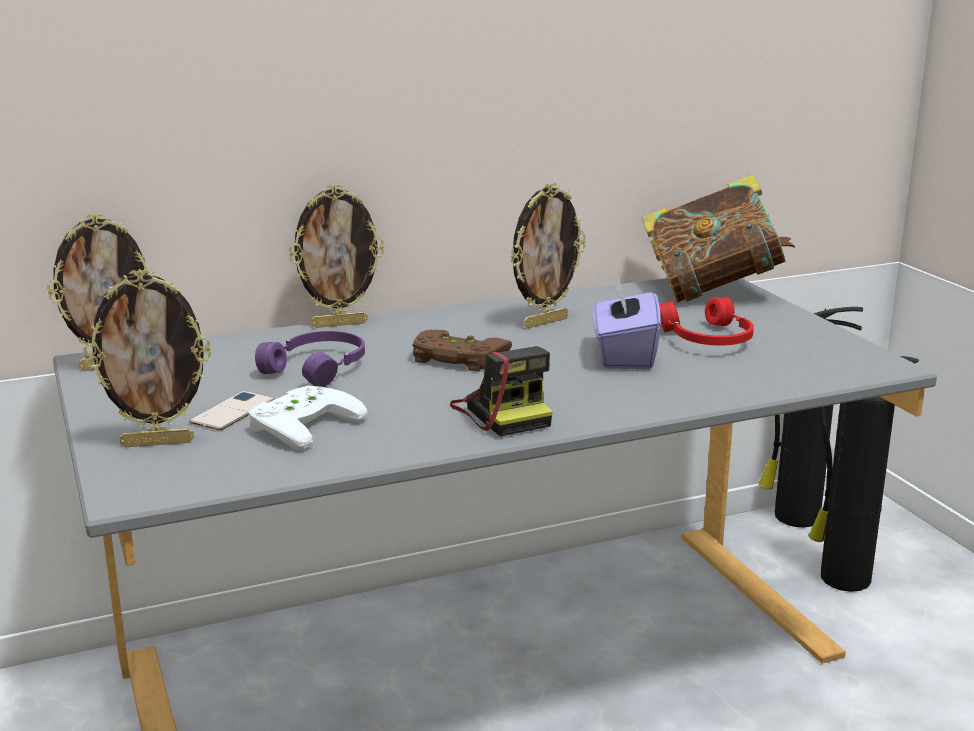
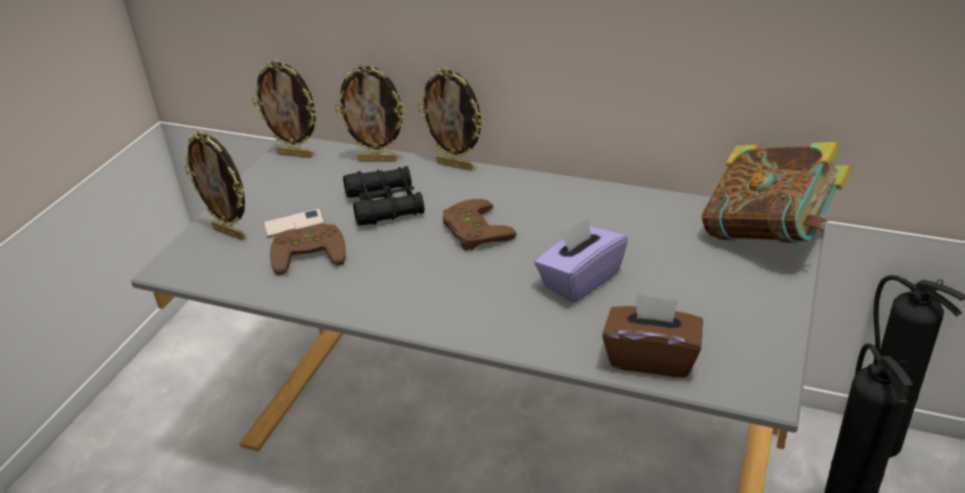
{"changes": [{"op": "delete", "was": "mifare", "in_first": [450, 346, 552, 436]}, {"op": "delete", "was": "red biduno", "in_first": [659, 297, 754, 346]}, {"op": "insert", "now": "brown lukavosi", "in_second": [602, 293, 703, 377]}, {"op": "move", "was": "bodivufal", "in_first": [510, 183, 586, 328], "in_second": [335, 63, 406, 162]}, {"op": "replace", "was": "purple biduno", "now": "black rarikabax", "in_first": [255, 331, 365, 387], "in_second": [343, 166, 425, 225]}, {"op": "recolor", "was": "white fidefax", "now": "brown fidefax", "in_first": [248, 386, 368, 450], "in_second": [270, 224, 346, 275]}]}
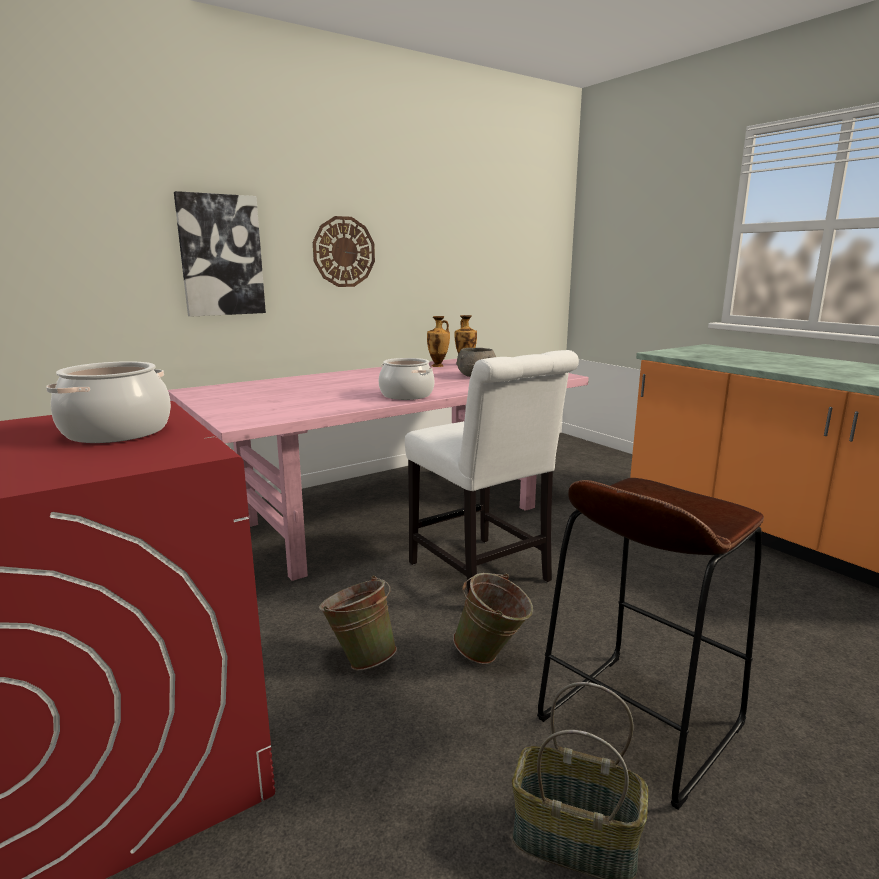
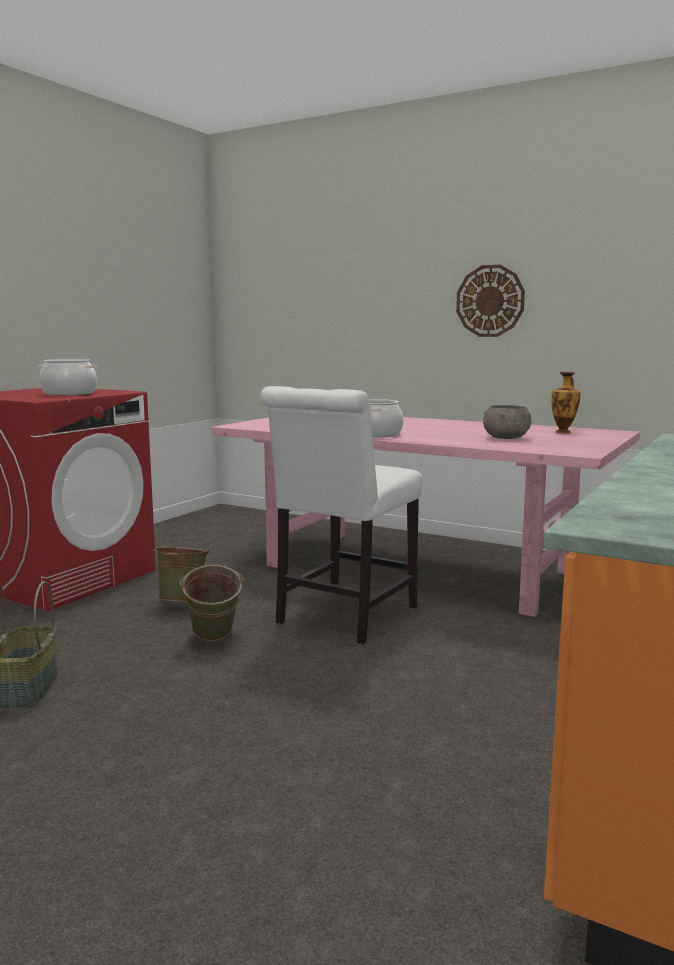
{"changes": [{"op": "delete", "was": "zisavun", "in_first": [174, 191, 266, 317]}, {"op": "delete", "was": "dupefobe", "in_first": [427, 316, 450, 367]}, {"op": "delete", "was": "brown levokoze", "in_first": [537, 478, 764, 810]}]}
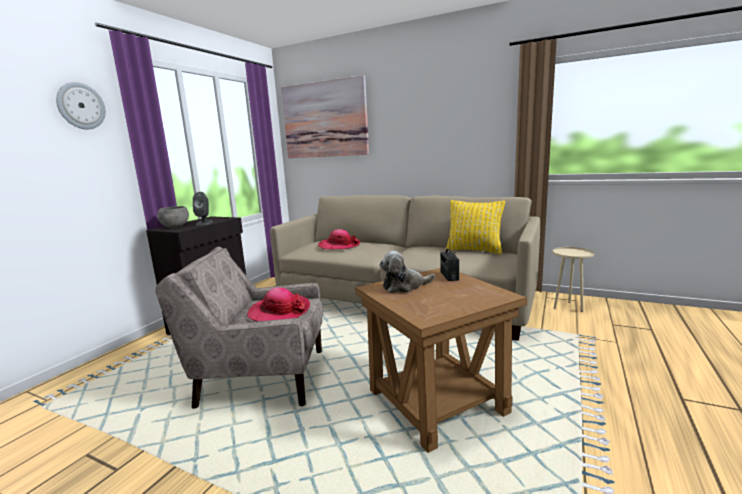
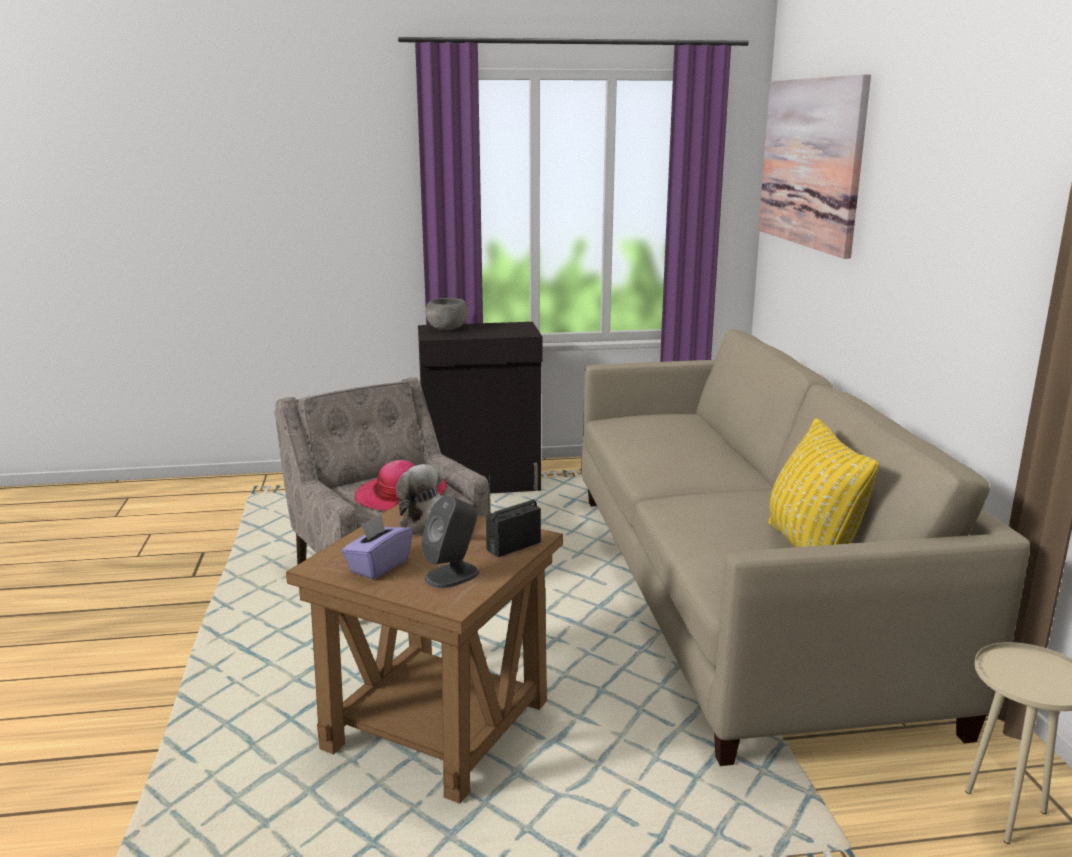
{"changes": [{"op": "delete", "was": "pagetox", "in_first": [56, 82, 106, 129]}, {"op": "delete", "was": "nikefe", "in_first": [318, 229, 360, 250]}, {"op": "insert", "now": "purple lukavosi", "in_second": [342, 515, 413, 579]}, {"op": "move", "was": "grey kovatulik", "in_first": [193, 192, 213, 226], "in_second": [421, 495, 479, 588]}]}
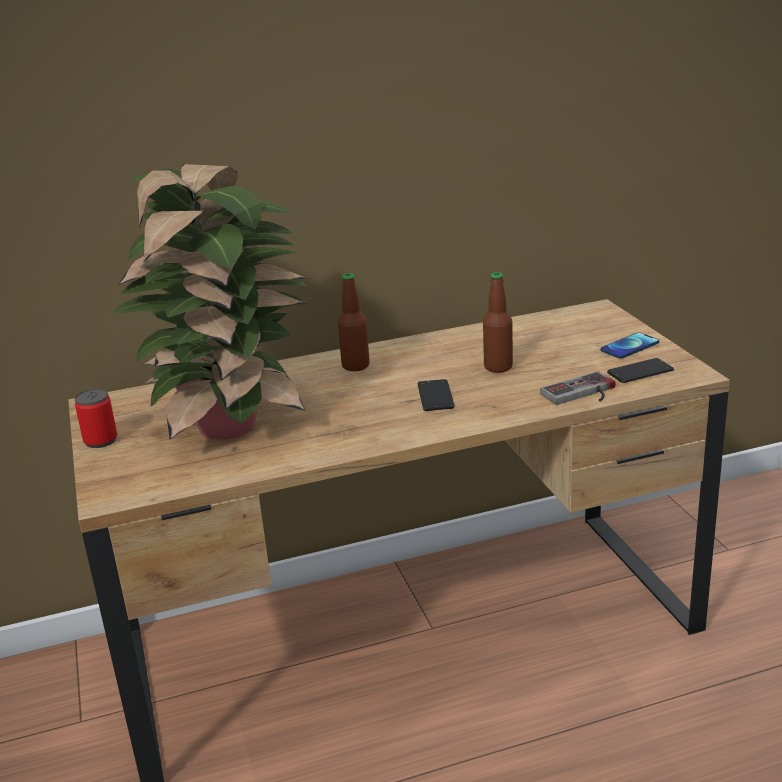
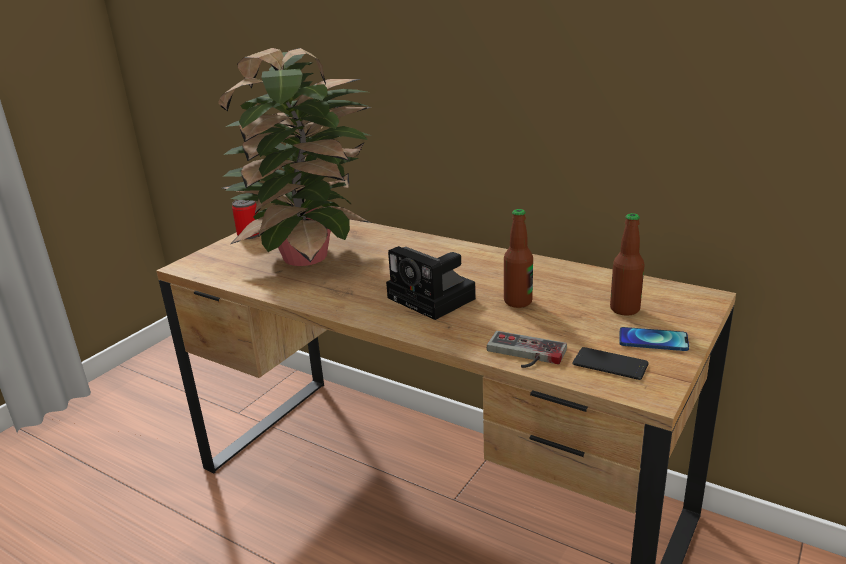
{"changes": [{"op": "move", "was": "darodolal", "in_first": [338, 273, 370, 371], "in_second": [610, 213, 645, 316]}, {"op": "replace", "was": "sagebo", "now": "mifare", "in_first": [418, 379, 455, 411], "in_second": [386, 246, 476, 320]}]}
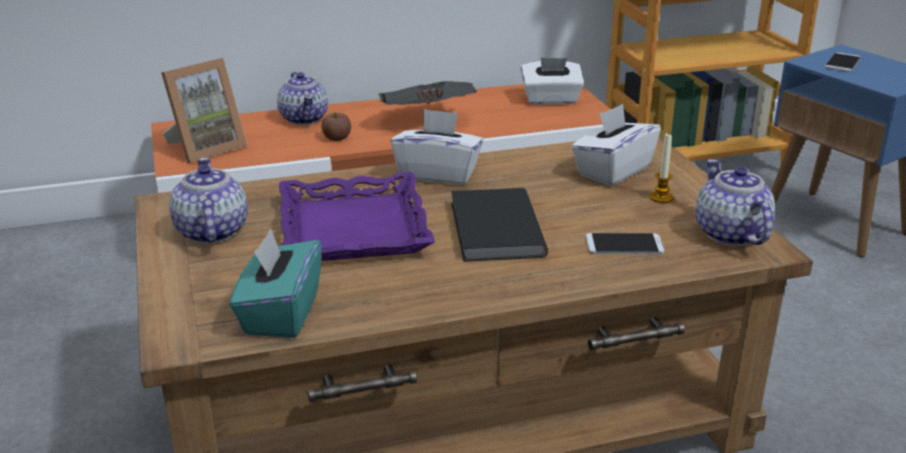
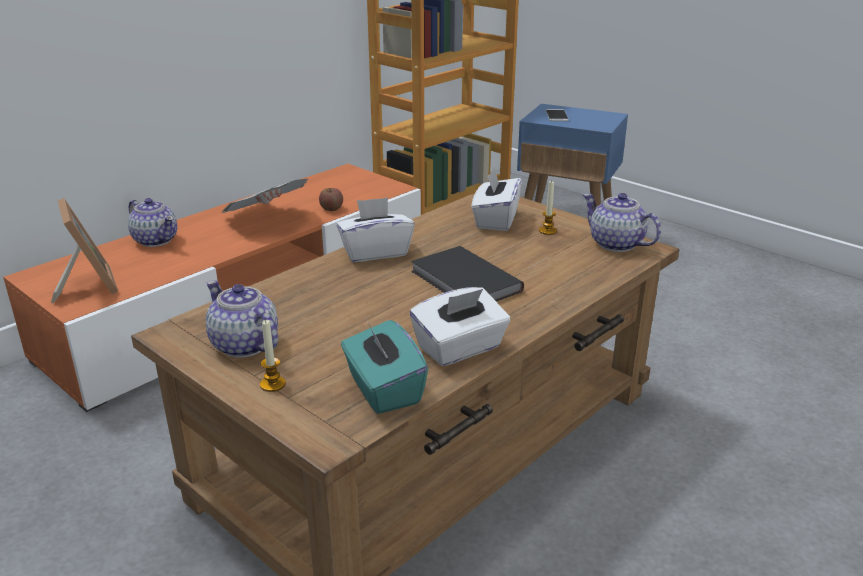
{"changes": [{"op": "delete", "was": "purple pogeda", "in_first": [279, 172, 435, 261]}, {"op": "delete", "was": "sagebo", "in_first": [586, 233, 665, 254]}, {"op": "insert", "now": "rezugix", "in_second": [260, 319, 286, 392]}, {"op": "move", "was": "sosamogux", "in_first": [321, 113, 351, 141], "in_second": [319, 188, 343, 211]}, {"op": "move", "was": "white lukavosi", "in_first": [521, 58, 584, 105], "in_second": [410, 287, 510, 366]}, {"op": "rotate", "was": "bodivufal", "in_first": [161, 58, 247, 163], "in_second": [51, 198, 118, 303], "clockwise": -45}]}
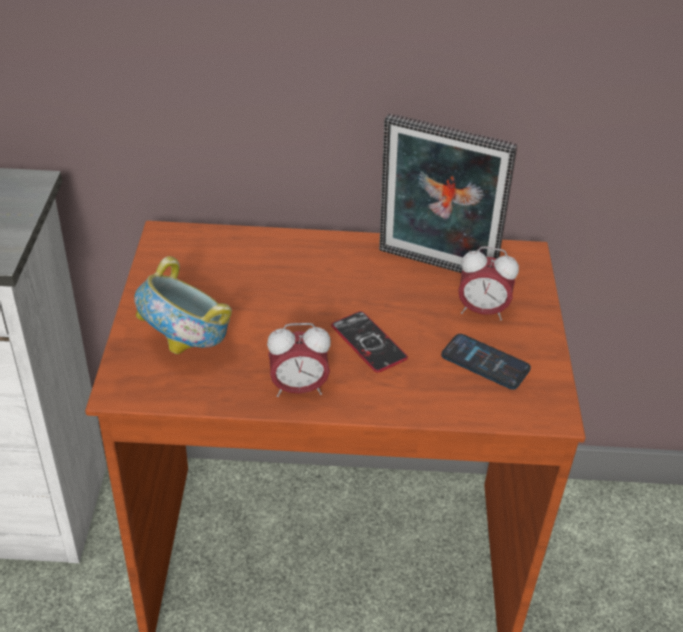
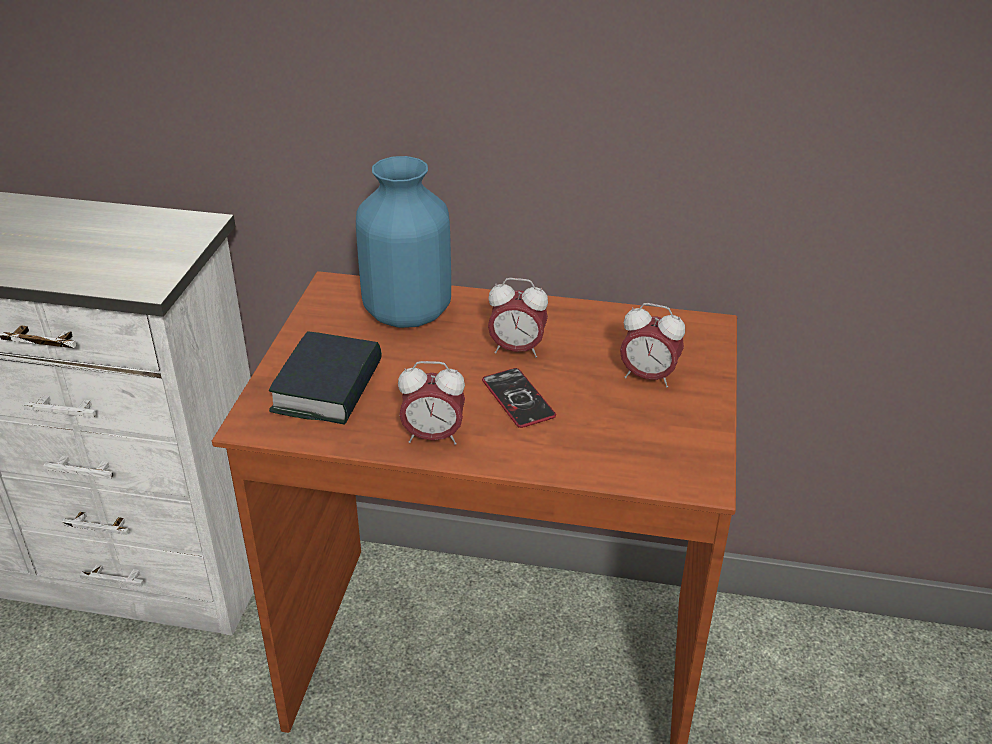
{"changes": [{"op": "delete", "was": "bodivufal", "in_first": [379, 113, 517, 273]}, {"op": "delete", "was": "sagebo", "in_first": [441, 334, 531, 390]}, {"op": "insert", "now": "blue dupefobe", "in_second": [356, 156, 451, 328]}, {"op": "insert", "now": "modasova", "in_second": [488, 278, 548, 358]}, {"op": "replace", "was": "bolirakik", "now": "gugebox", "in_first": [134, 256, 232, 354], "in_second": [269, 331, 382, 425]}]}
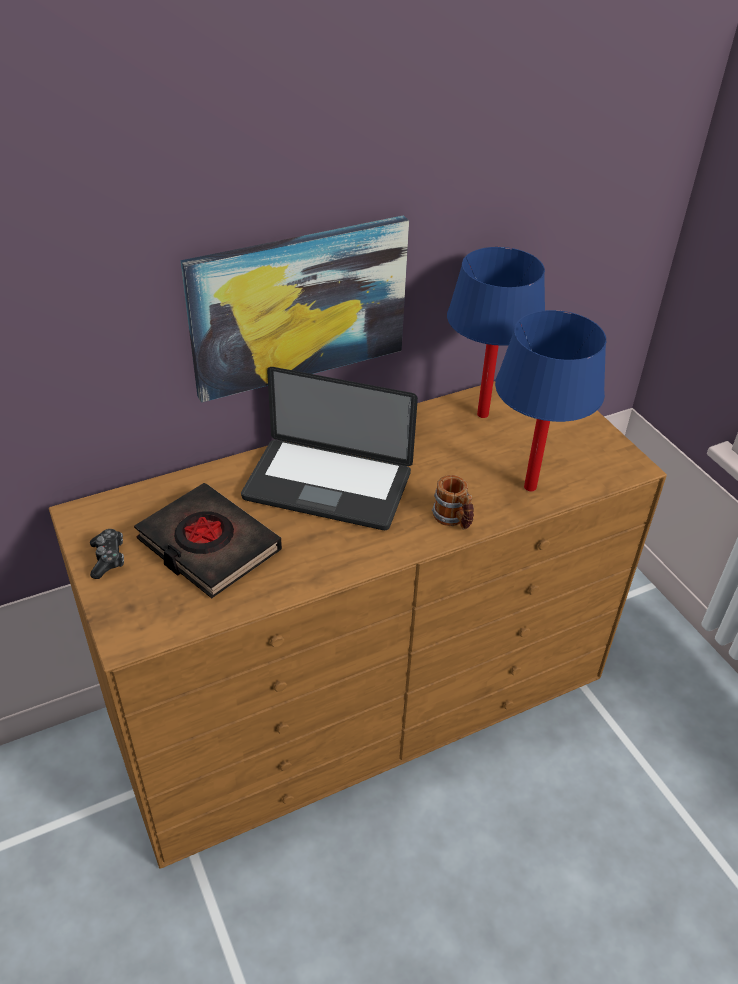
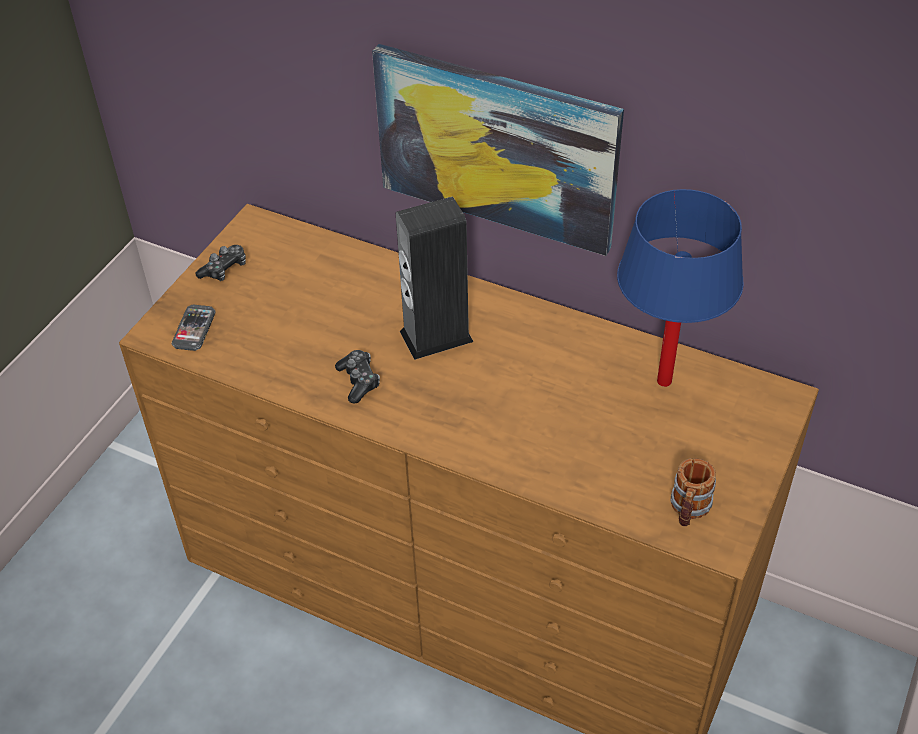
{"changes": [{"op": "delete", "was": "black gugebox", "in_first": [134, 483, 282, 598]}, {"op": "delete", "was": "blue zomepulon", "in_first": [495, 310, 606, 492]}, {"op": "insert", "now": "sagebo", "in_second": [172, 305, 216, 351]}, {"op": "insert", "now": "fidefax", "in_second": [335, 350, 380, 403]}, {"op": "move", "was": "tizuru", "in_first": [432, 475, 474, 530], "in_second": [670, 458, 716, 526]}, {"op": "replace", "was": "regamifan", "now": "kovatulik", "in_first": [241, 367, 418, 530], "in_second": [396, 197, 474, 360]}]}
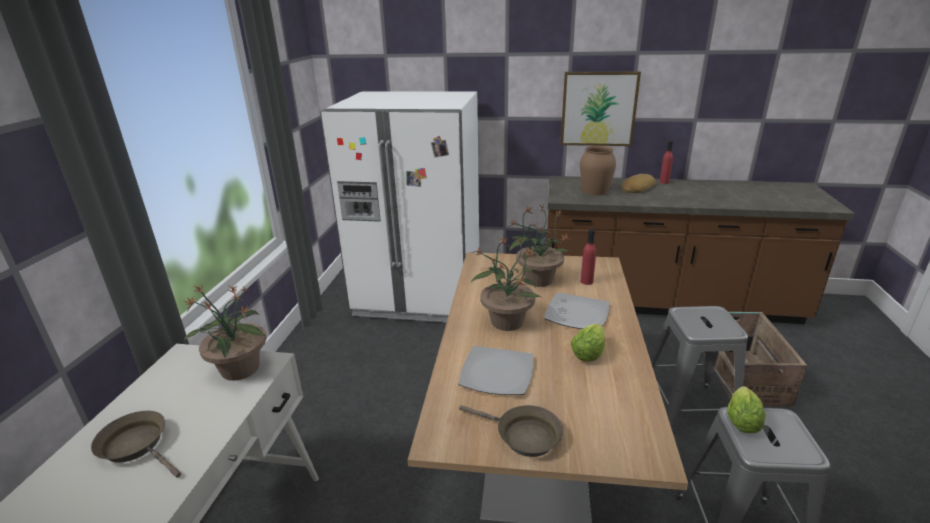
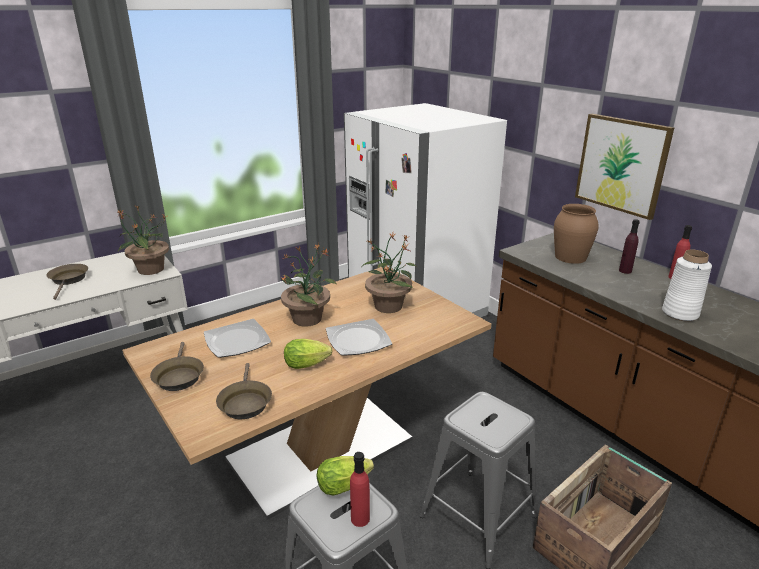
{"changes": [{"op": "insert", "now": "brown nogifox", "in_second": [216, 363, 272, 419]}, {"op": "insert", "now": "white dupefobe", "in_second": [662, 250, 712, 321]}, {"op": "move", "was": "red darodolal", "in_first": [581, 229, 596, 285], "in_second": [350, 452, 370, 527]}, {"op": "replace", "was": "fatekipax", "now": "purple darodolal", "in_first": [622, 174, 656, 193], "in_second": [619, 219, 640, 274]}]}
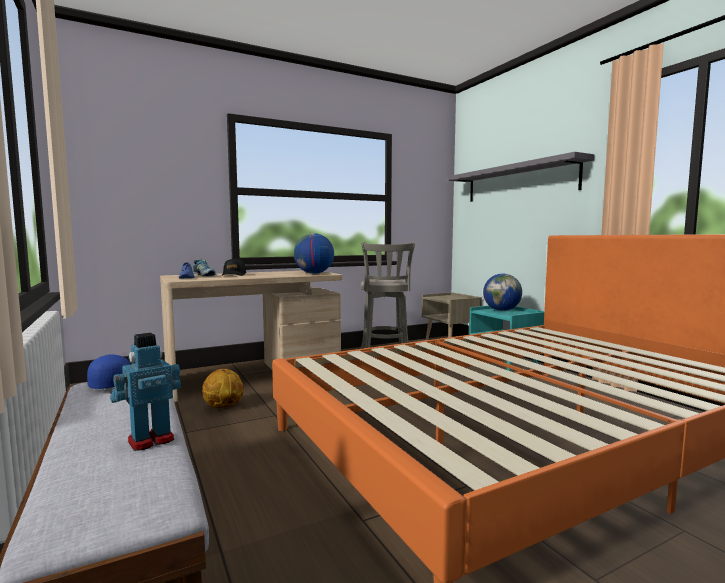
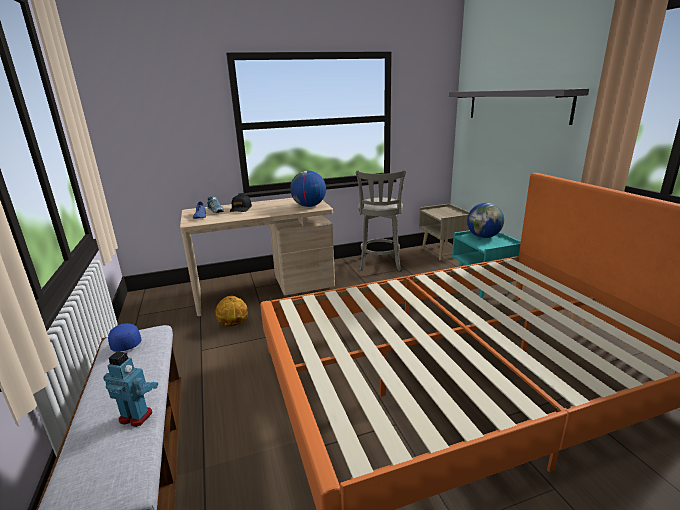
{"changes": [{"op": "rotate", "was": "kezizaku", "in_first": [110, 333, 181, 451], "in_second": [103, 351, 158, 427], "clockwise": 45}]}
